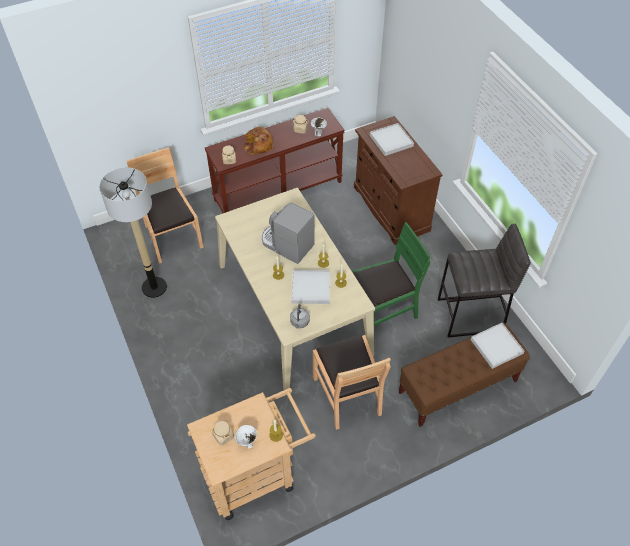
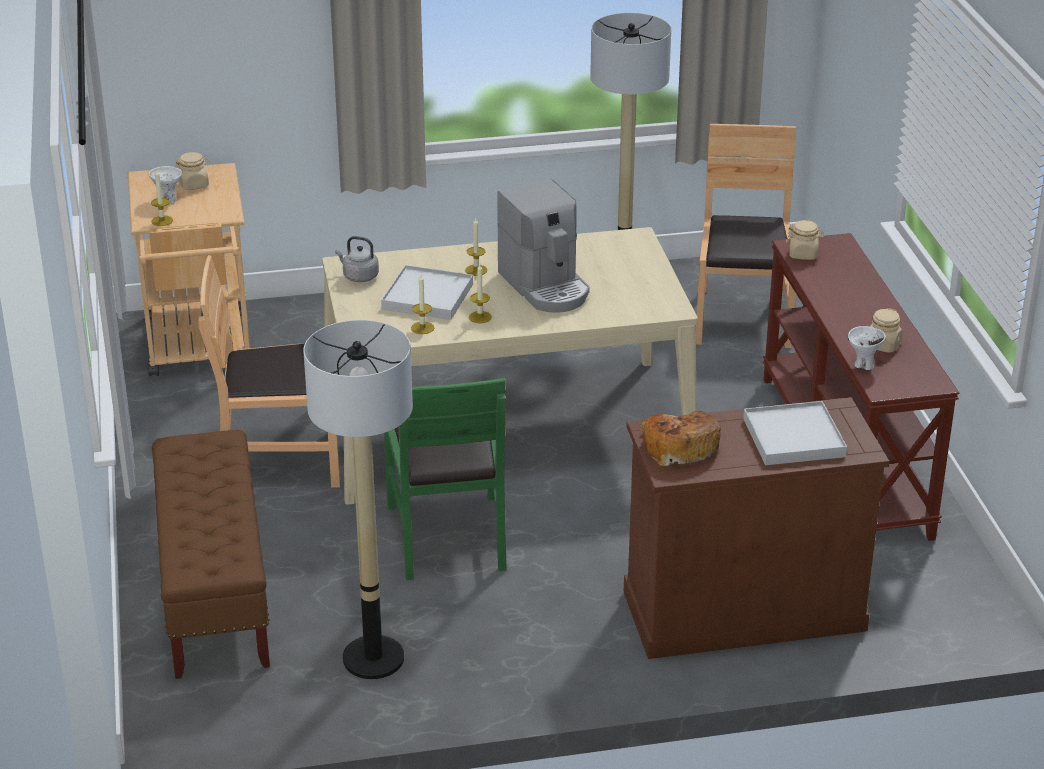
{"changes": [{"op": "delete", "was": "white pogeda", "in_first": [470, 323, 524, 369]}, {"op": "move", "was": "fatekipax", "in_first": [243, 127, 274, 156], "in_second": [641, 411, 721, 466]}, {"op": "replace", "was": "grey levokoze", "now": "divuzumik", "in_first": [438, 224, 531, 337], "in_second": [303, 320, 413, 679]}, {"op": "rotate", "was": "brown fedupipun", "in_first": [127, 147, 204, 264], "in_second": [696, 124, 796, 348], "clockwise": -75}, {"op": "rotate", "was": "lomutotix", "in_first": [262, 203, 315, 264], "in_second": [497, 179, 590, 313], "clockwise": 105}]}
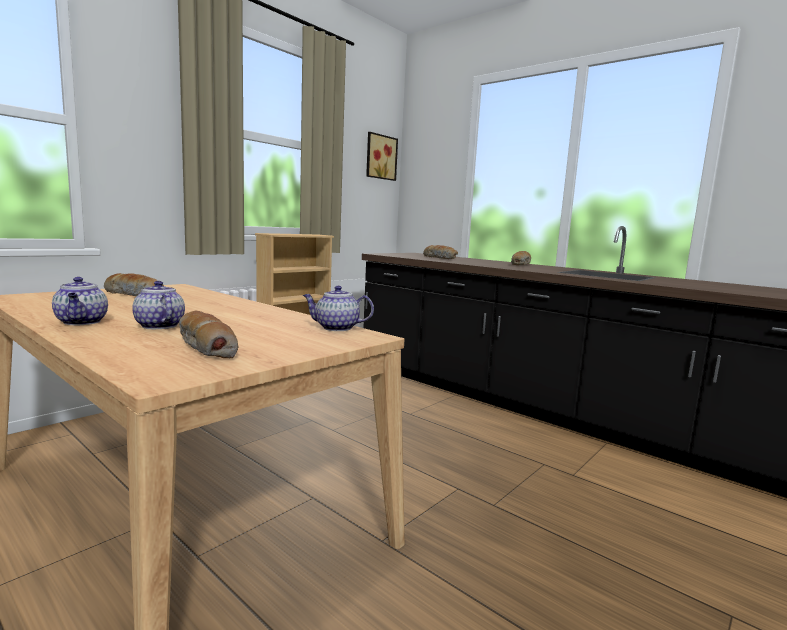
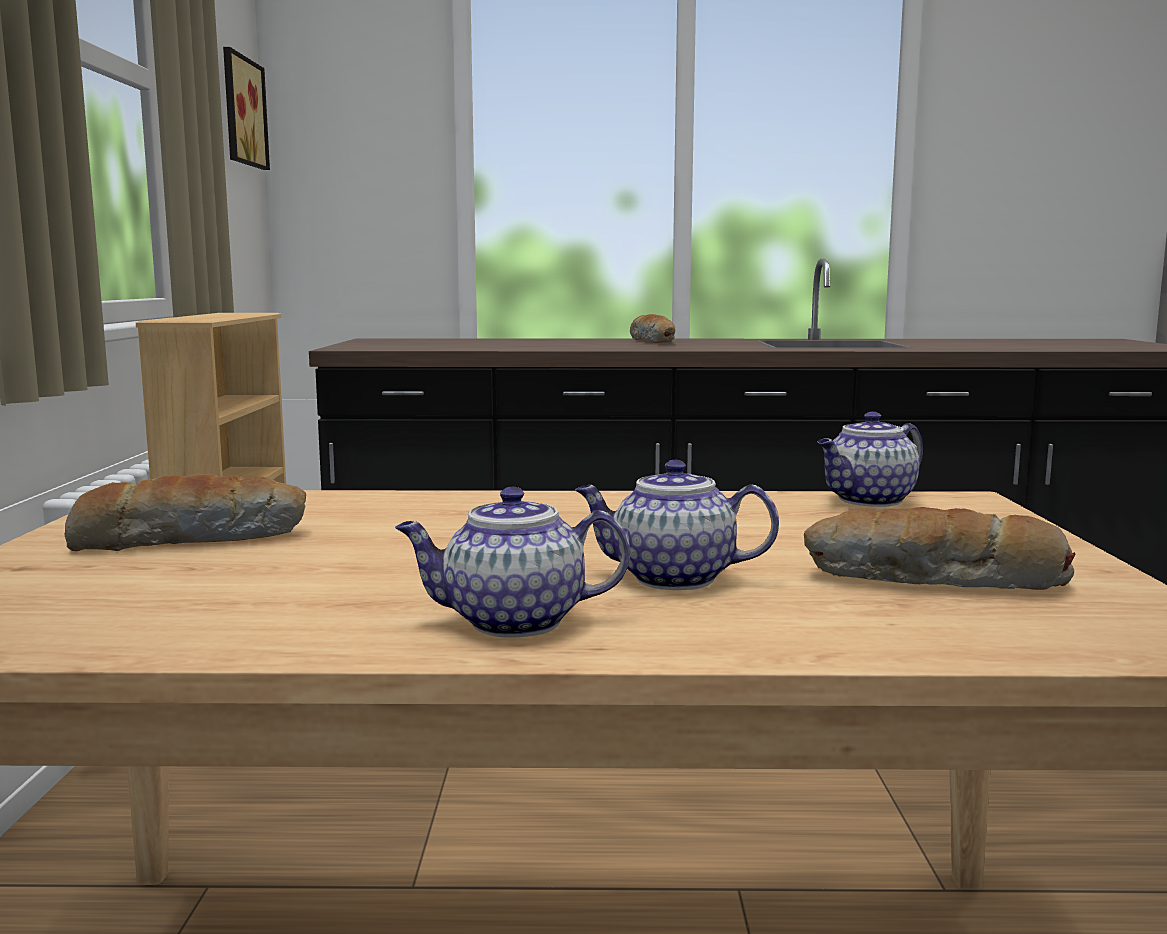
{"changes": [{"op": "delete", "was": "fatekipax", "in_first": [423, 245, 458, 259]}, {"op": "rotate", "was": "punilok", "in_first": [52, 277, 108, 325], "in_second": [395, 487, 630, 637], "clockwise": 150}]}
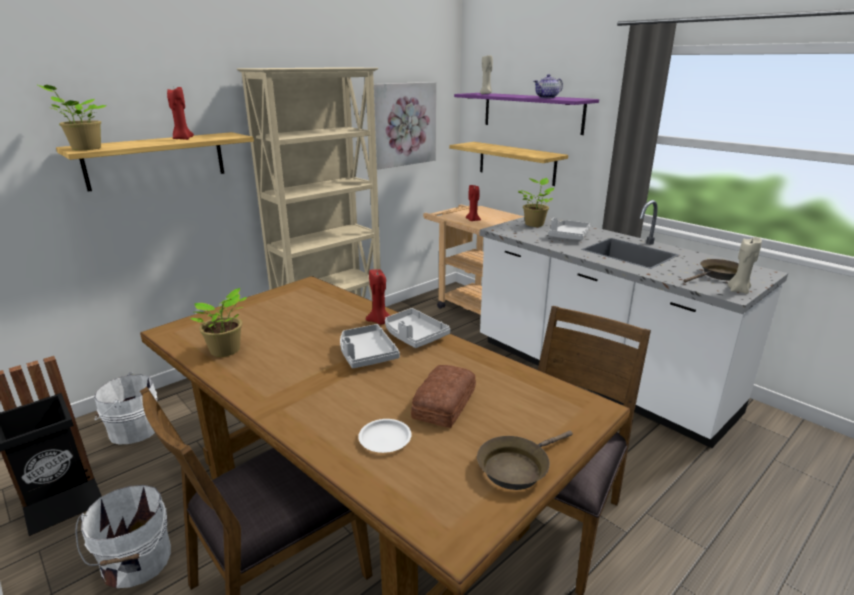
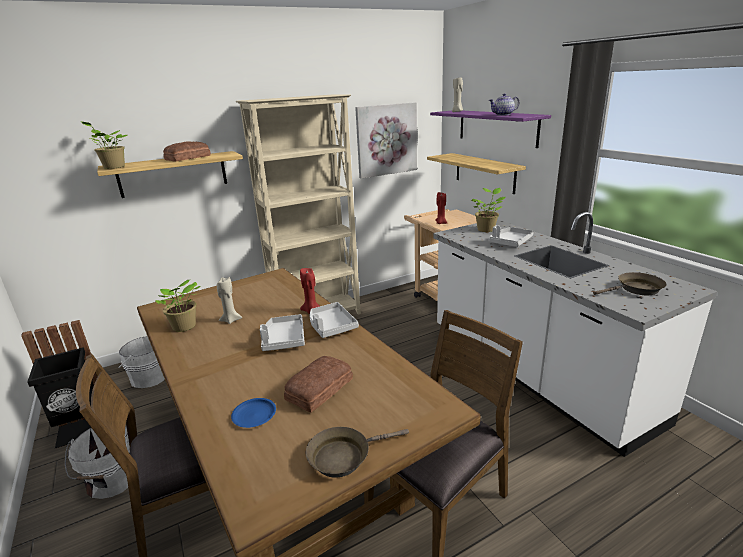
{"changes": [{"op": "move", "was": "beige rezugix", "in_first": [727, 237, 762, 294], "in_second": [217, 277, 242, 324]}, {"op": "replace", "was": "red rezugix", "now": "fatekipax", "in_first": [167, 87, 194, 140], "in_second": [163, 141, 211, 162]}, {"op": "recolor", "was": "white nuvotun", "now": "blue nuvotun", "in_first": [358, 419, 412, 453], "in_second": [231, 398, 276, 428]}]}
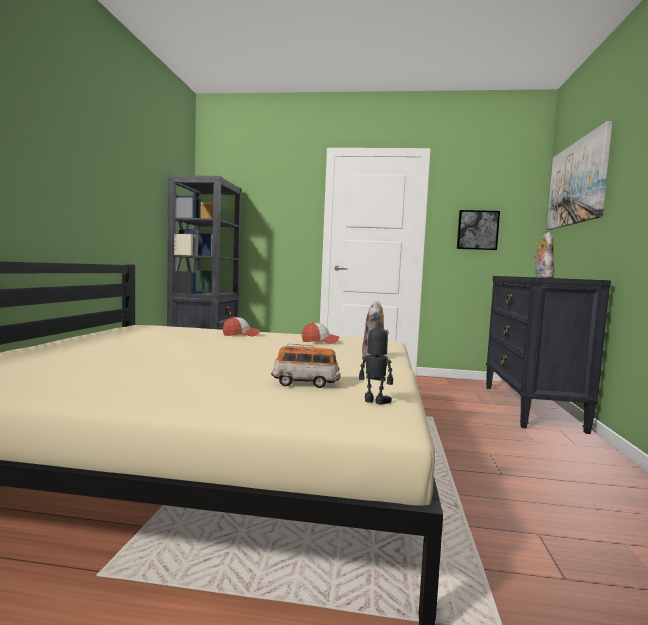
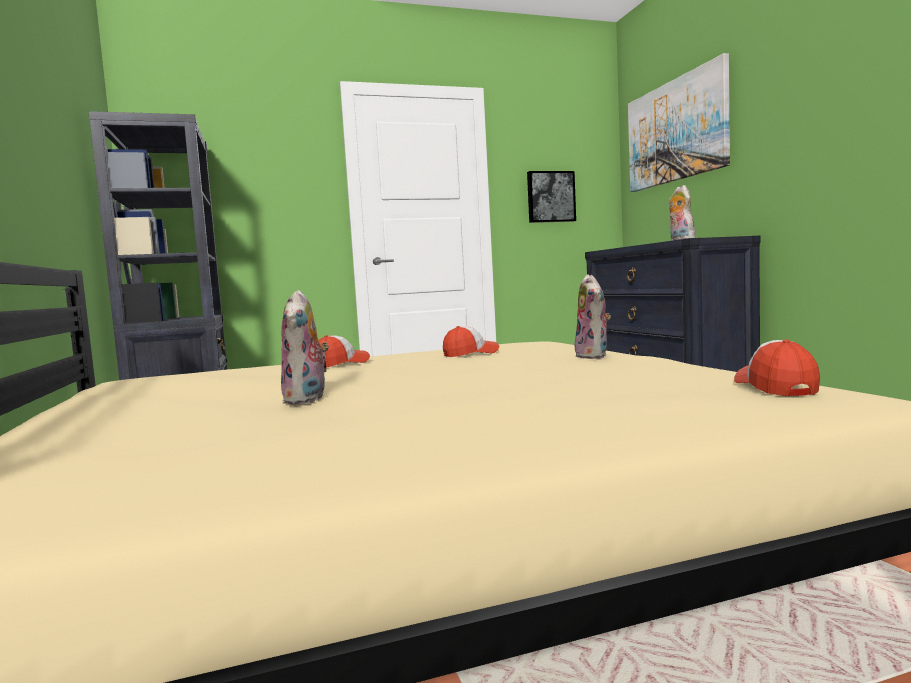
{"changes": [{"op": "delete", "was": "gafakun", "in_first": [271, 343, 341, 388]}, {"op": "insert", "now": "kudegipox", "in_second": [281, 290, 329, 404]}, {"op": "replace", "was": "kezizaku", "now": "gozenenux", "in_first": [359, 316, 393, 405], "in_second": [734, 339, 820, 396]}]}
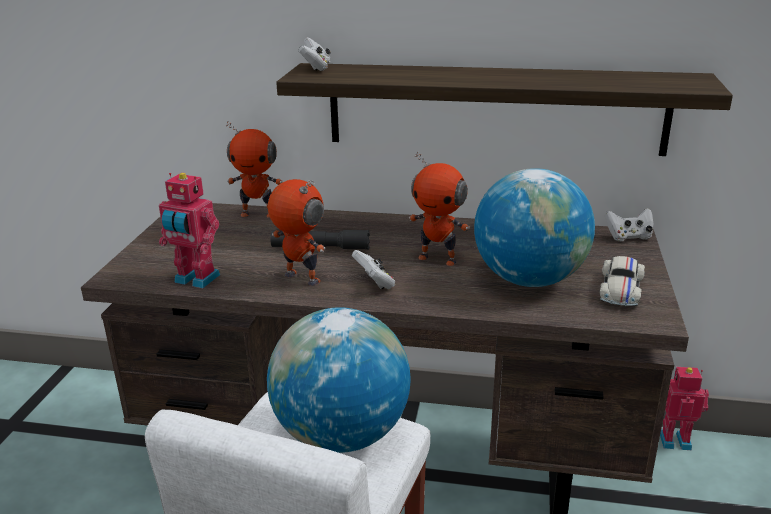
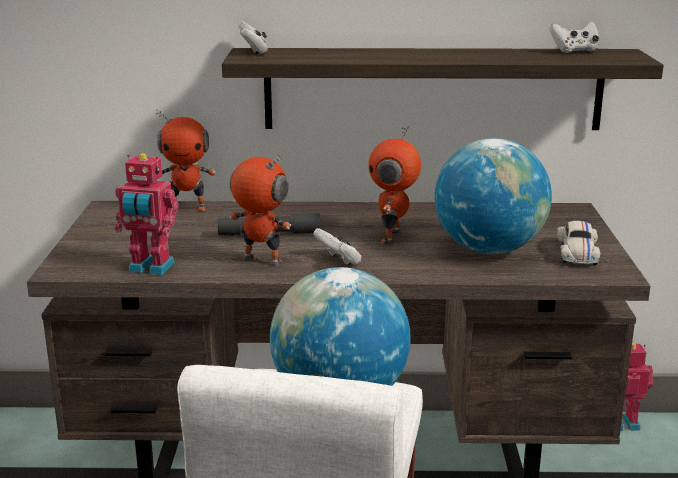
{"changes": [{"op": "move", "was": "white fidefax", "in_first": [605, 208, 653, 241], "in_second": [549, 21, 599, 53]}, {"op": "rotate", "was": "kezizaku", "in_first": [409, 151, 470, 266], "in_second": [368, 125, 421, 245], "clockwise": 90}]}
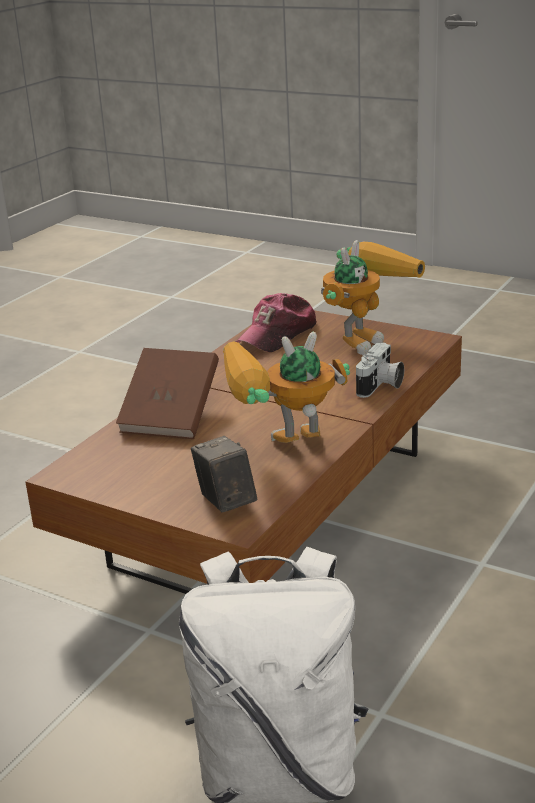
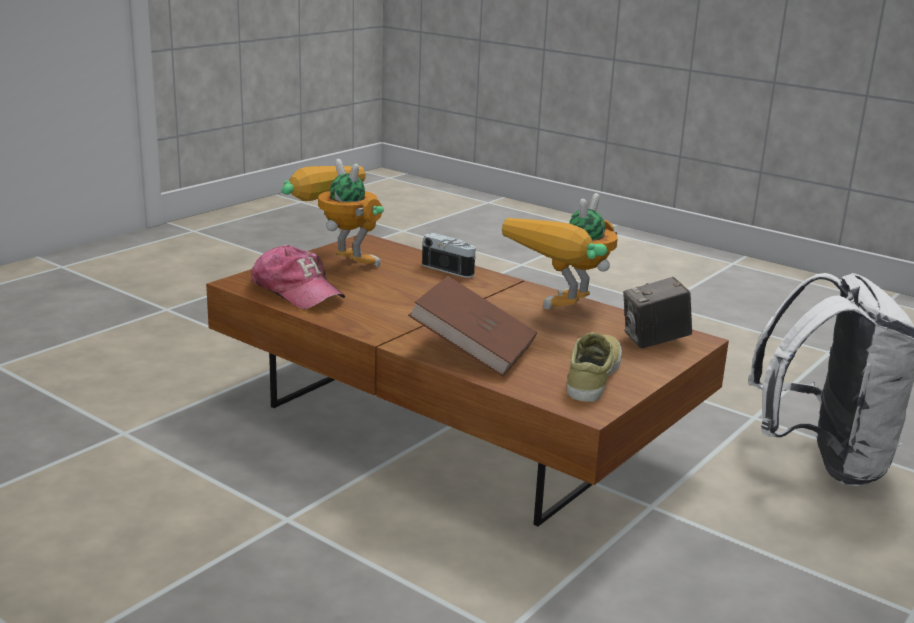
{"changes": [{"op": "insert", "now": "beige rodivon", "in_second": [567, 332, 622, 402]}, {"op": "rotate", "was": "kezizaku", "in_first": [223, 331, 350, 443], "in_second": [502, 193, 618, 309], "clockwise": 45}]}
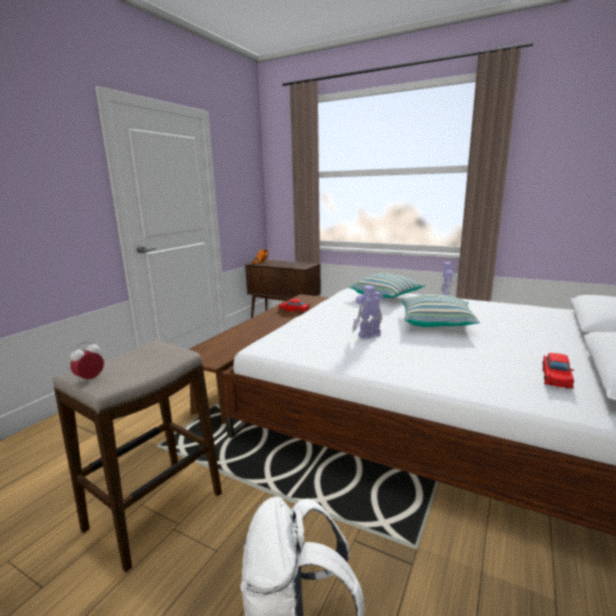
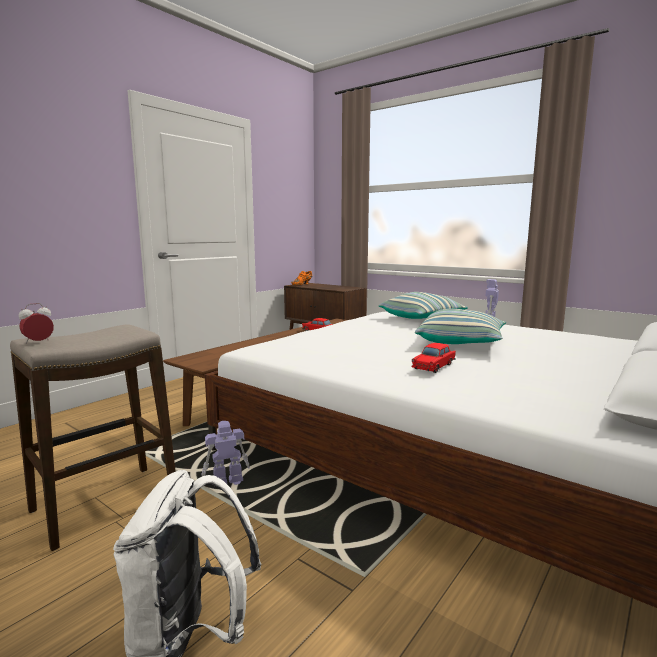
{"changes": [{"op": "move", "was": "kezizaku", "in_first": [352, 286, 383, 339], "in_second": [201, 421, 250, 485]}, {"op": "move", "was": "red gafakun", "in_first": [542, 353, 574, 389], "in_second": [412, 343, 456, 373]}]}
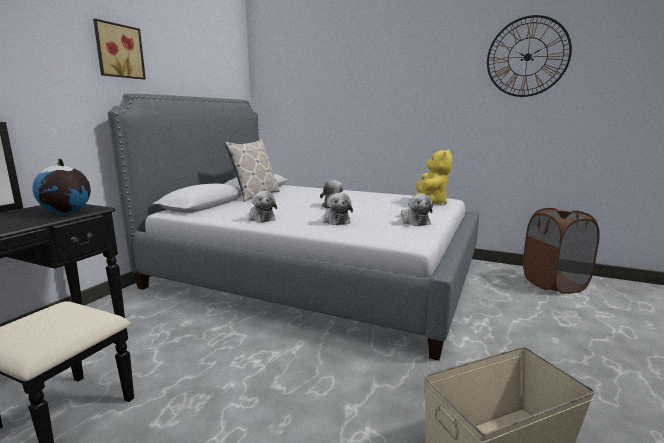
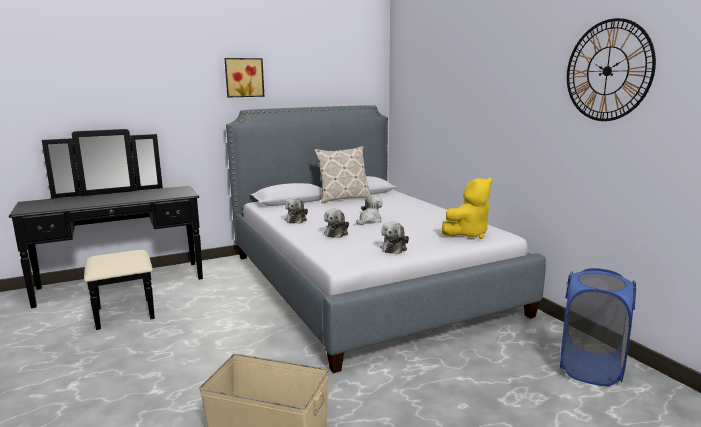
{"changes": [{"op": "delete", "was": "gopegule", "in_first": [33, 159, 91, 214]}, {"op": "recolor", "was": "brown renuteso", "now": "blue renuteso", "in_first": [523, 208, 600, 294], "in_second": [560, 268, 636, 386]}]}
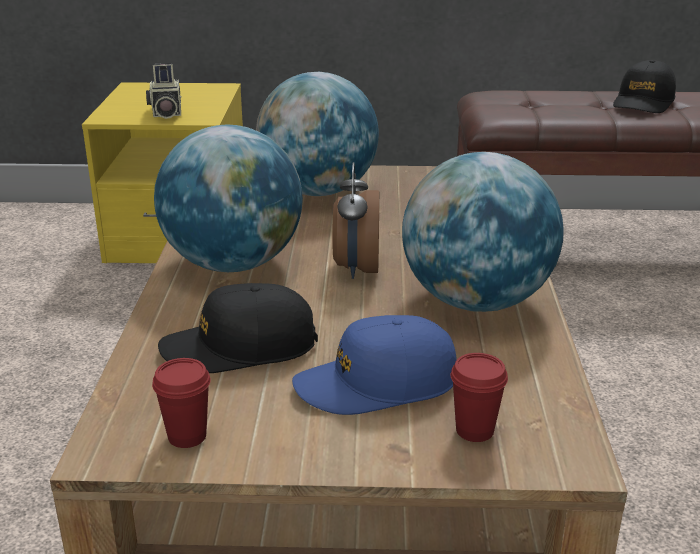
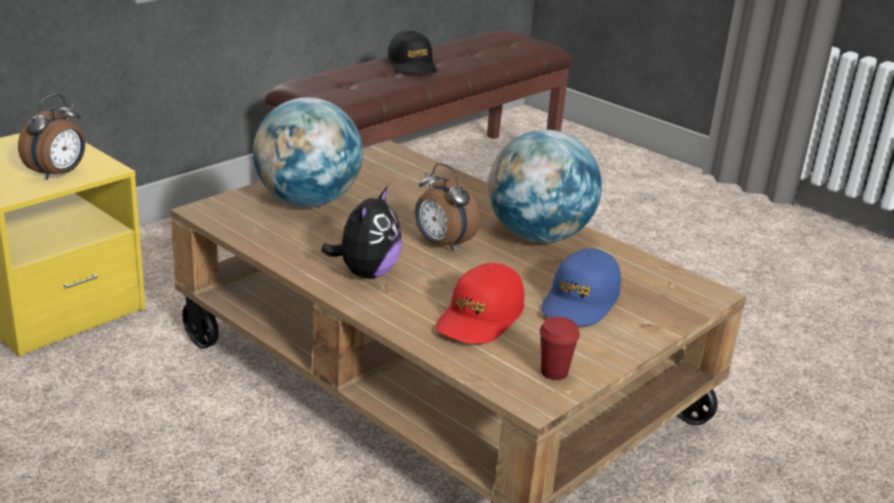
{"changes": [{"op": "delete", "was": "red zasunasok", "in_first": [451, 353, 508, 442]}, {"op": "replace", "was": "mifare", "now": "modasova", "in_first": [146, 63, 182, 119], "in_second": [18, 94, 85, 180]}, {"op": "replace", "was": "gopegule", "now": "kudegipox", "in_first": [154, 124, 303, 272], "in_second": [321, 186, 402, 279]}, {"op": "recolor", "was": "black gozenenux", "now": "red gozenenux", "in_first": [158, 283, 318, 373], "in_second": [436, 263, 524, 344]}]}
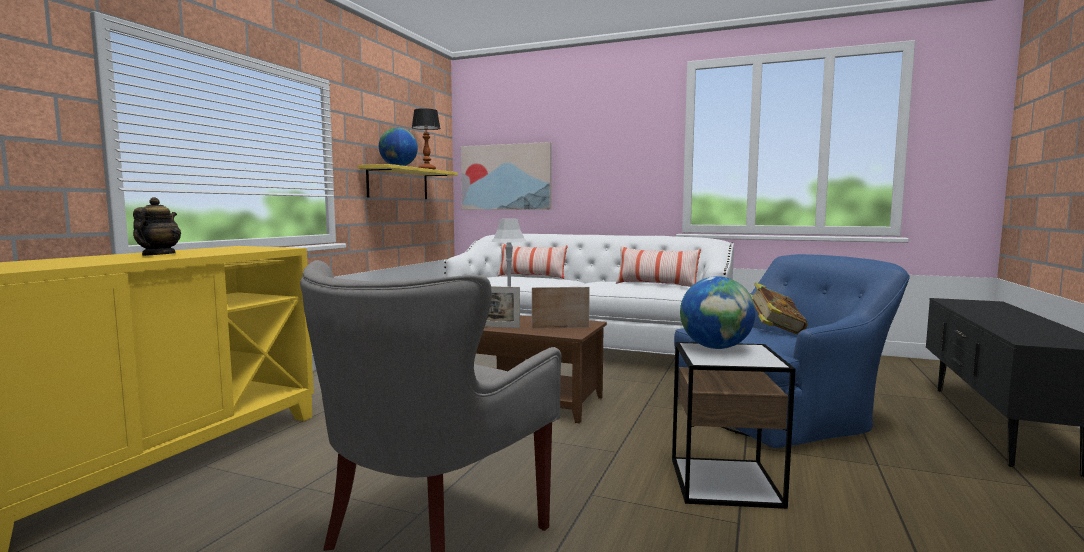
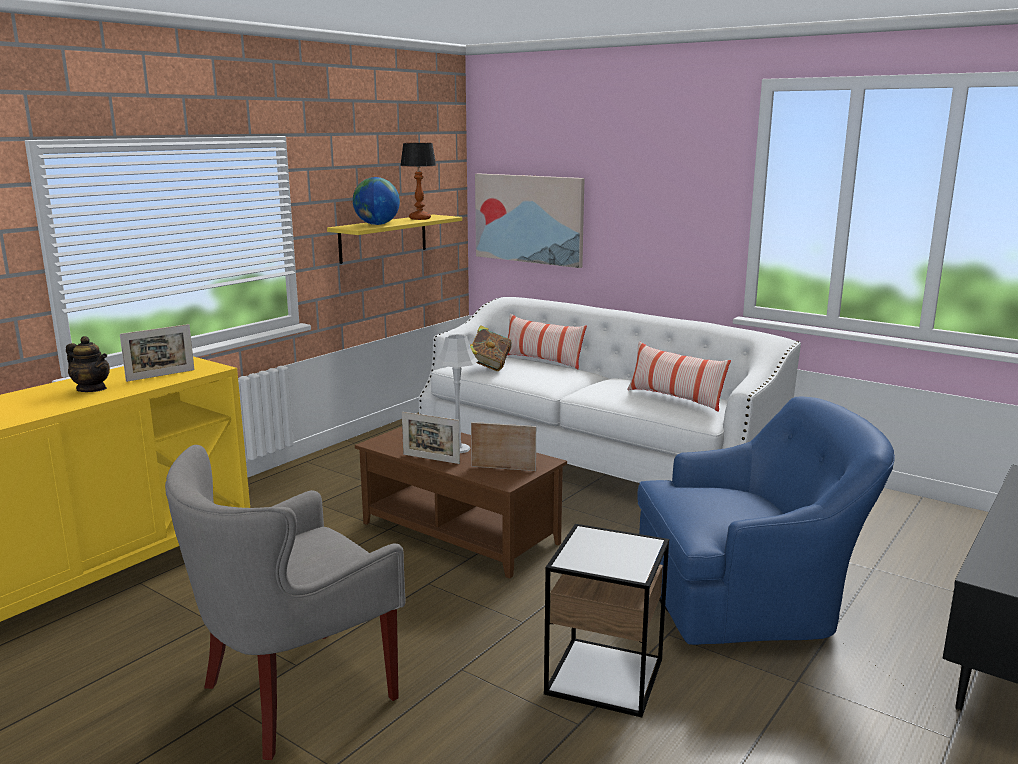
{"changes": [{"op": "delete", "was": "gopegule", "in_first": [680, 276, 756, 349]}, {"op": "insert", "now": "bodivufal", "in_second": [120, 324, 194, 382]}, {"op": "move", "was": "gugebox", "in_first": [750, 282, 808, 335], "in_second": [470, 325, 512, 371]}, {"op": "rotate", "was": "punilok", "in_first": [133, 197, 181, 256], "in_second": [66, 336, 110, 392], "clockwise": 105}]}
